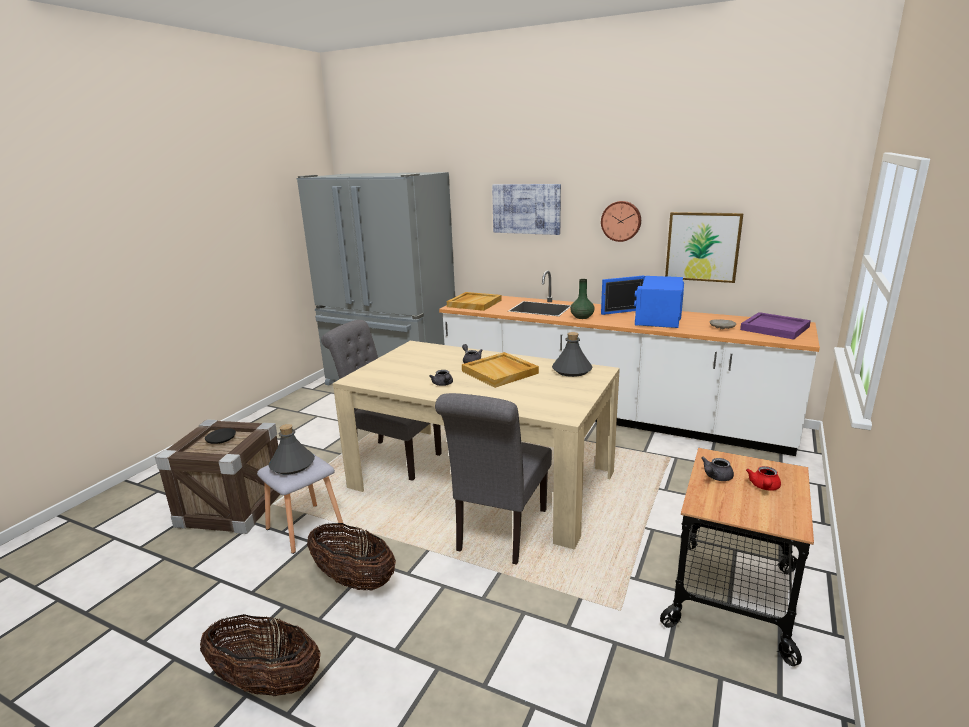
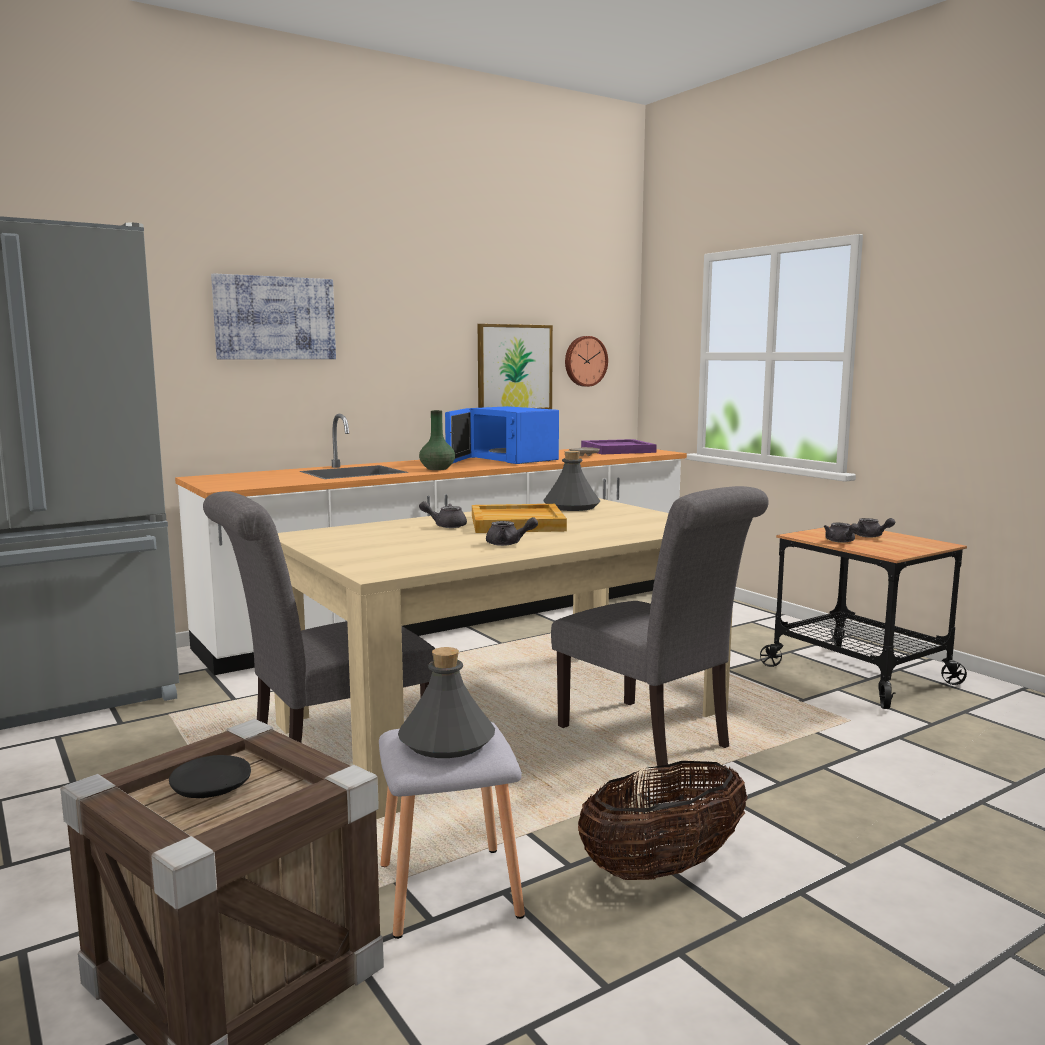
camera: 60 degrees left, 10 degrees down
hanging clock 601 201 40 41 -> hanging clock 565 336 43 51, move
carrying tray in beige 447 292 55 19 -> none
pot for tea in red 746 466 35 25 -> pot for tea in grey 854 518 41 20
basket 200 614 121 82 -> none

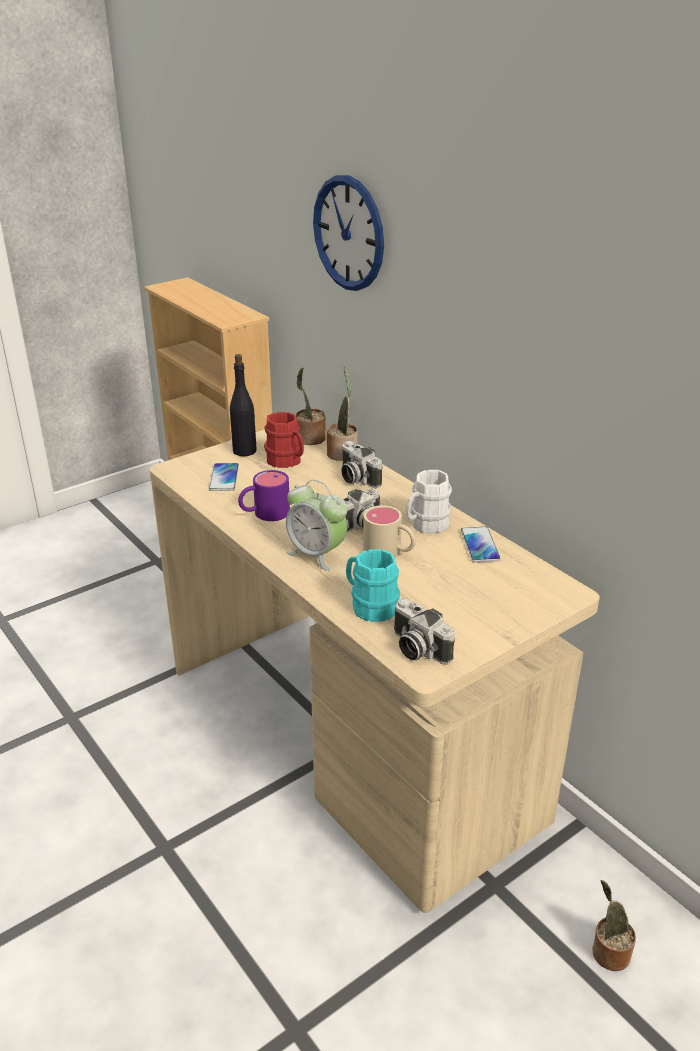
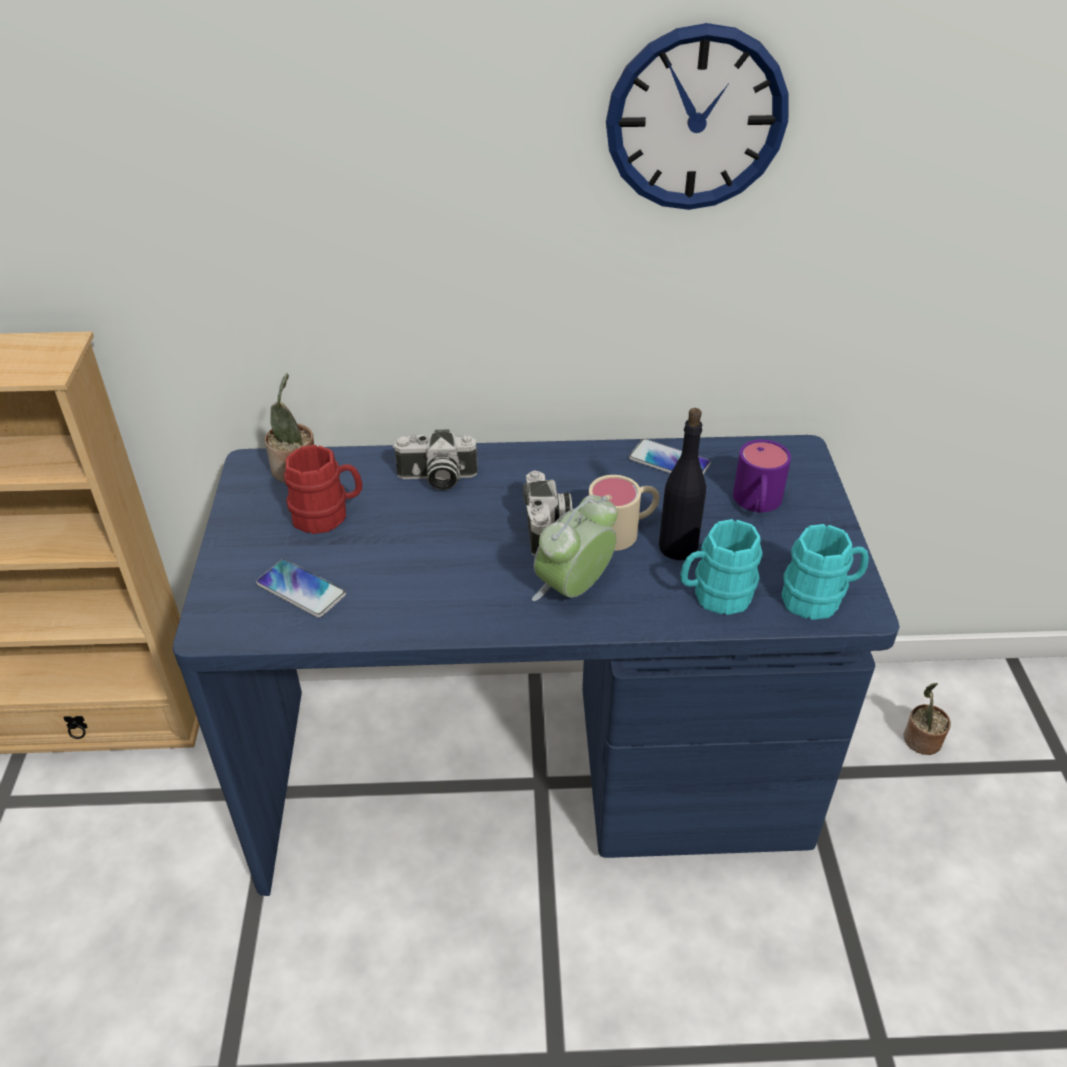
camera: 55 degrees left, 10 degrees up
hanging clock 313 175 71 116 -> hanging clock 606 23 183 187, move
drink bottle in blackish 230 354 27 102 -> drink bottle in blackish 659 408 47 152, move
potted plant 326 367 32 94 -> none
desk unit in beige 149 430 451 483 -> desk unit in blue-coloured 173 435 726 461
mug in purplish 238 470 52 51 -> mug in purplish 733 440 58 73, move
mug in white-coloured 406 470 46 63 -> none
bedside clock 286 480 61 91 -> bedside clock 532 495 85 106, 150 degrees clockwise
photo camera 394 598 61 67 -> mug in turquoise-coloured 782 524 87 96

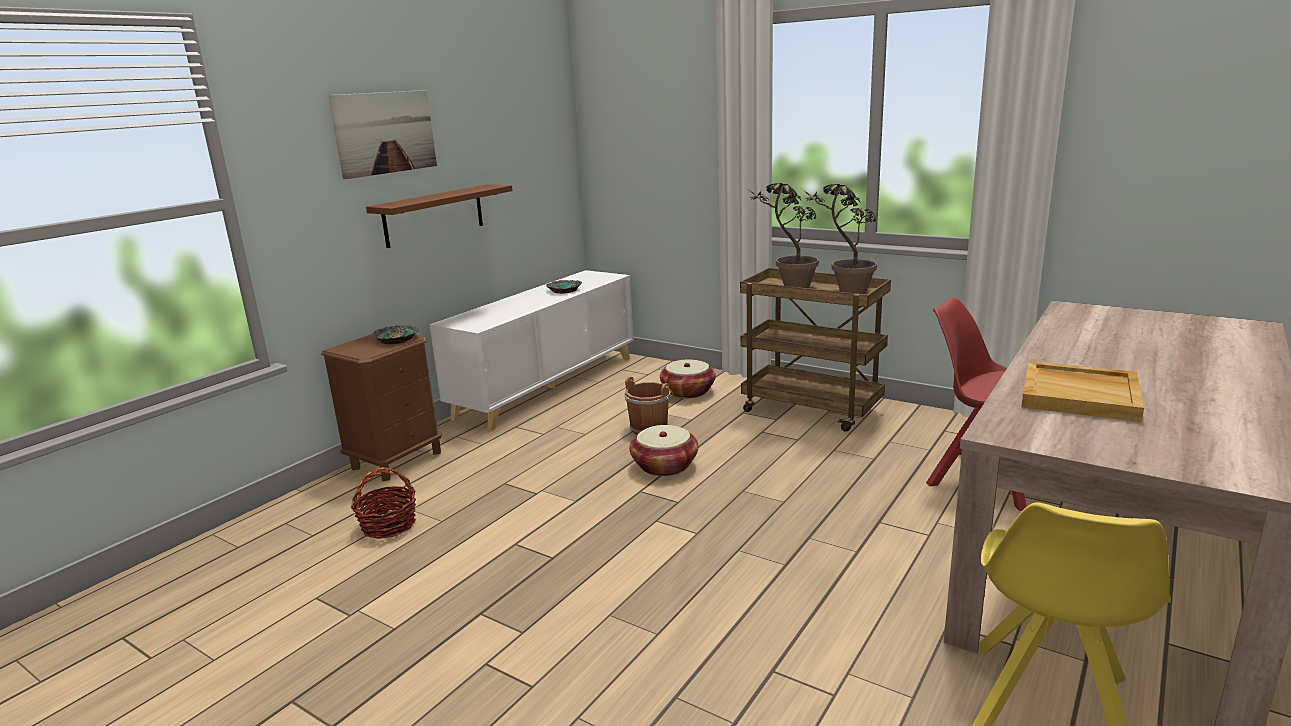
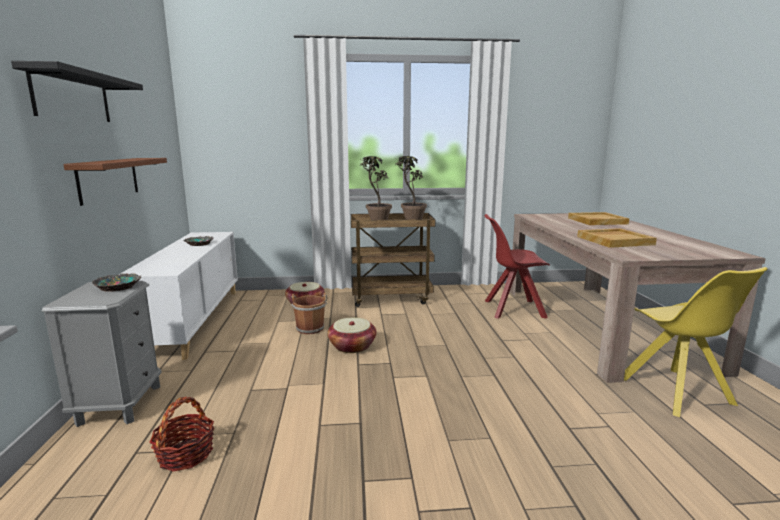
camera: 40 degrees left, 5 degrees down
picture 328 90 109 89 -> bracket shelf in blackish 11 61 132 61
night table in brown 321 334 121 147 -> night table in grey 42 281 120 146
none -> carrying tray in beige 568 212 61 13

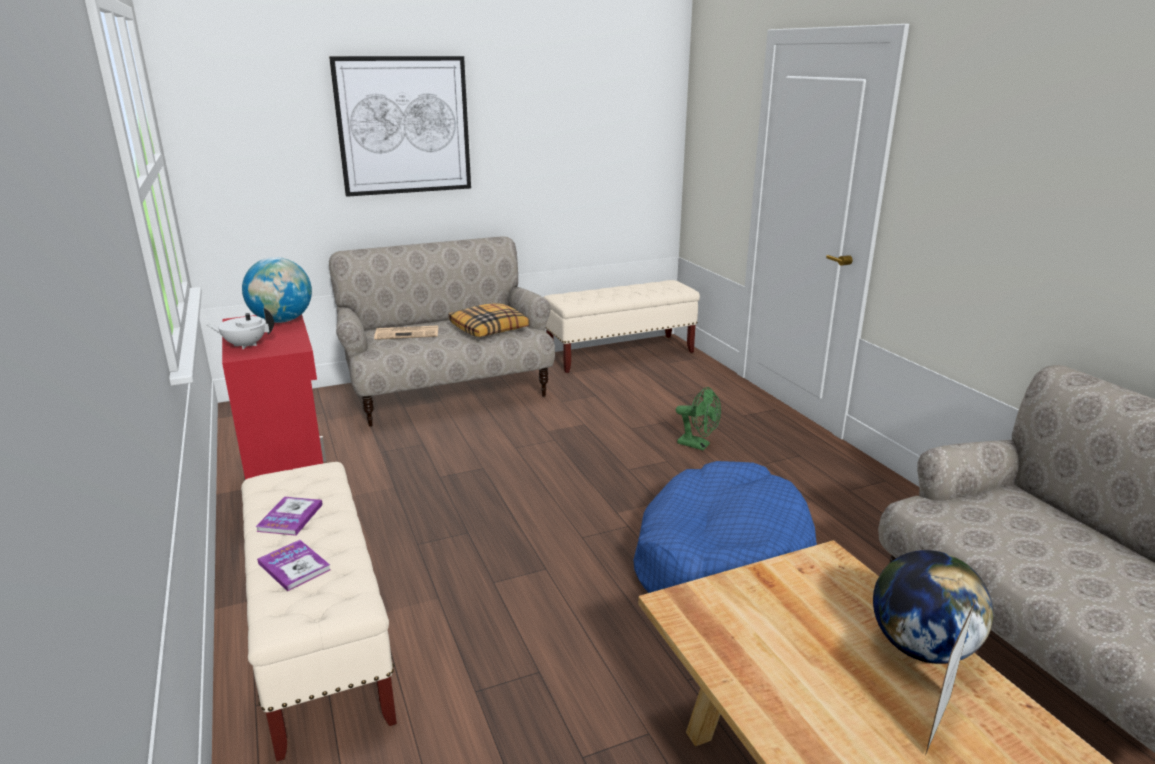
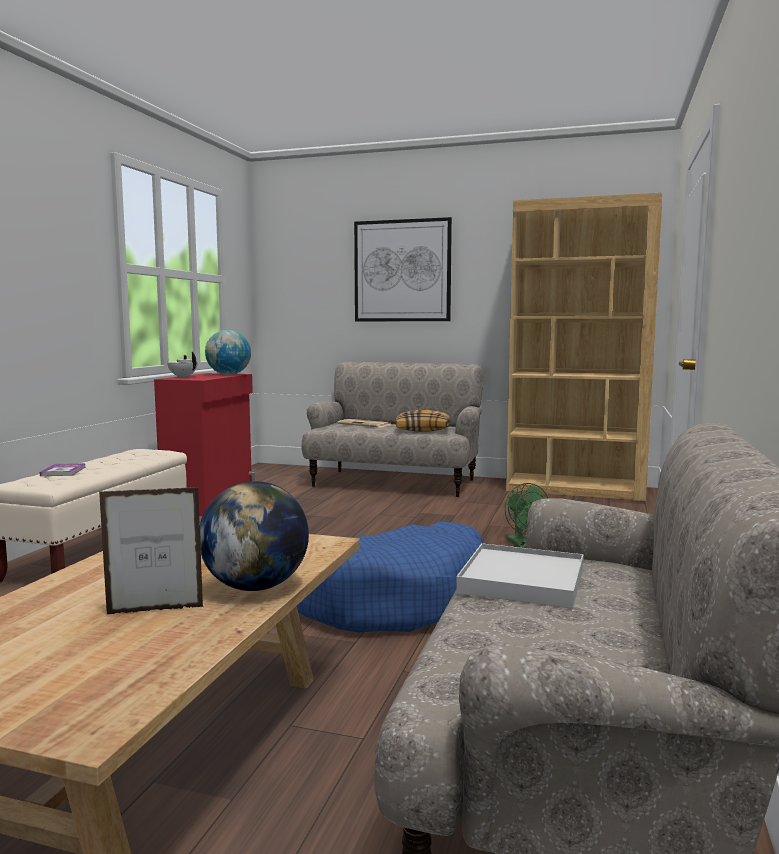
camera: 40 degrees right, 15 degrees down
indoor bench in beige 544 280 156 93 -> bookcase in brown 506 193 157 308
book 256 497 67 39 -> none
none -> carrying tray in white-coloured 456 543 128 66

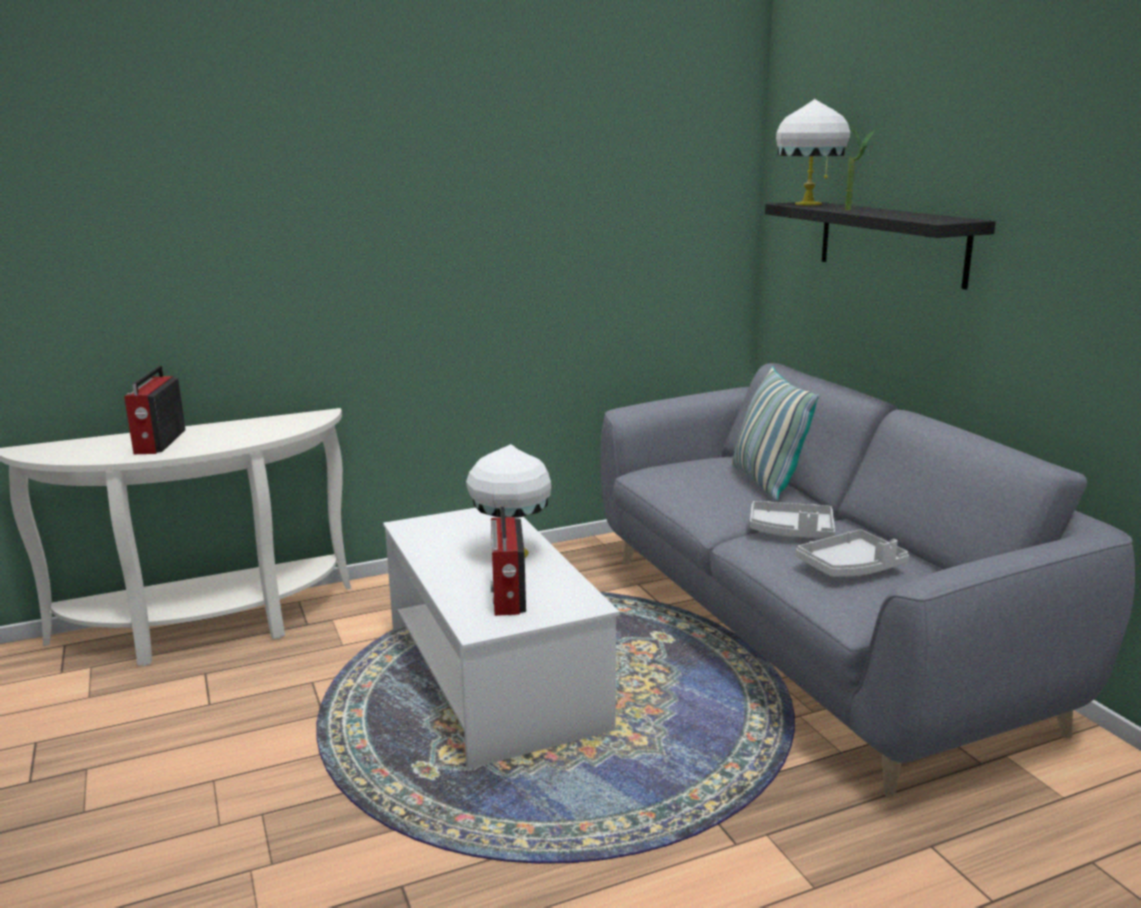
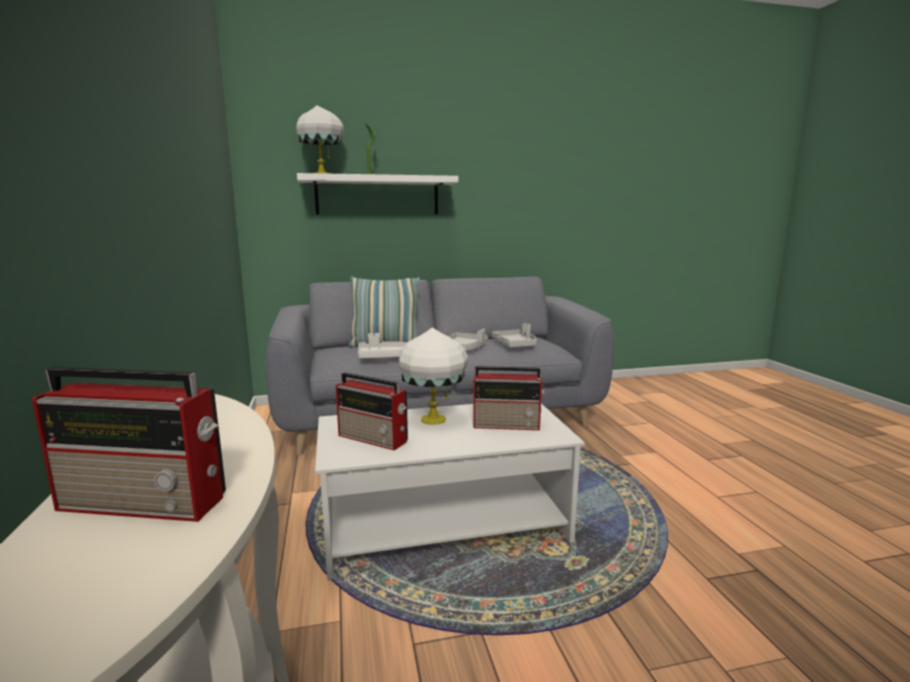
camera: 80 degrees left, 5 degrees down
bracket shelf in blackish 765 202 231 88 -> bracket shelf in white-coloured 297 173 161 42
none -> carrying tray in white-coloured 358 333 49 25
none -> radio receiver 336 372 72 79

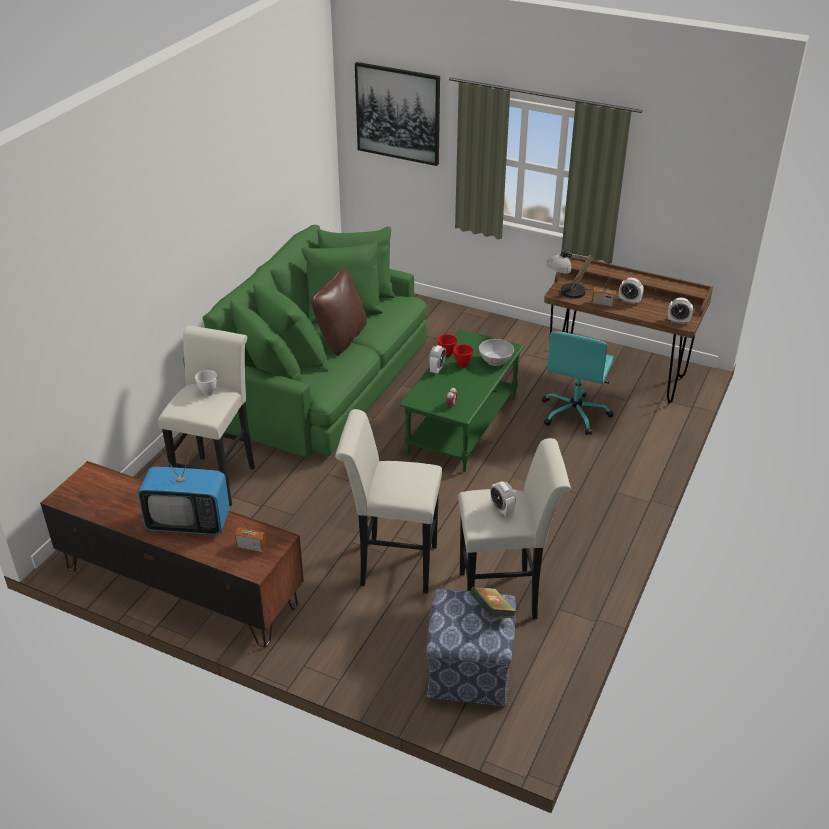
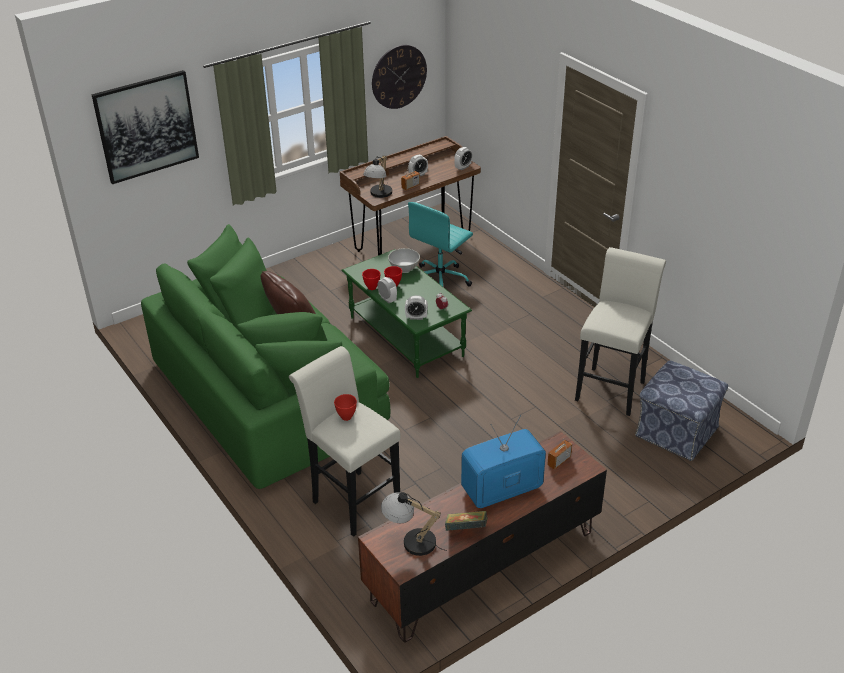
camera: 60 degrees left, 0 degrees up
desk chair in turquoise-coloured 542 331 72 104 -> desk chair in turquoise-coloured 408 202 65 84, 75 degrees clockwise
deep dish in white-coloured 195 370 22 26 -> deep dish in red 334 394 23 27
stool seat in white-coloured 335 409 107 185 -> none
TV 138 447 92 88 -> TV 461 415 85 93, 150 degrees counterclockwise
bedside clock 490 481 26 35 -> bedside clock 405 295 23 25, move
book 470 587 47 31 -> book 445 511 43 20, move
none -> hanging clock 372 45 55 64
none -> table lamp 381 492 66 64

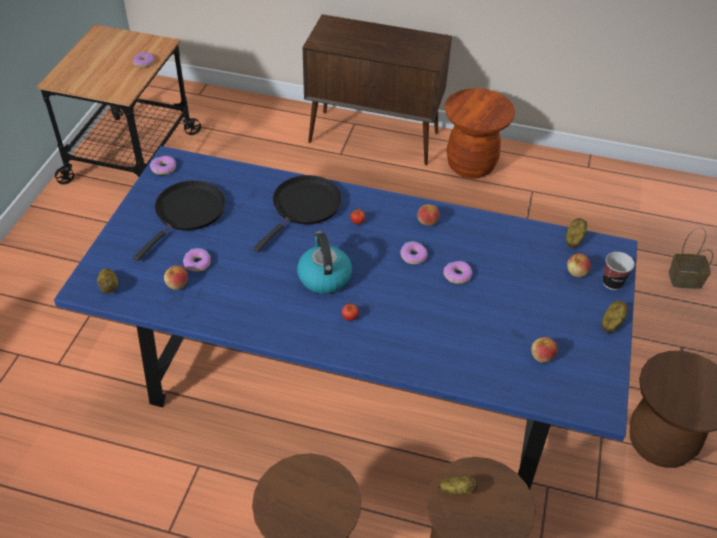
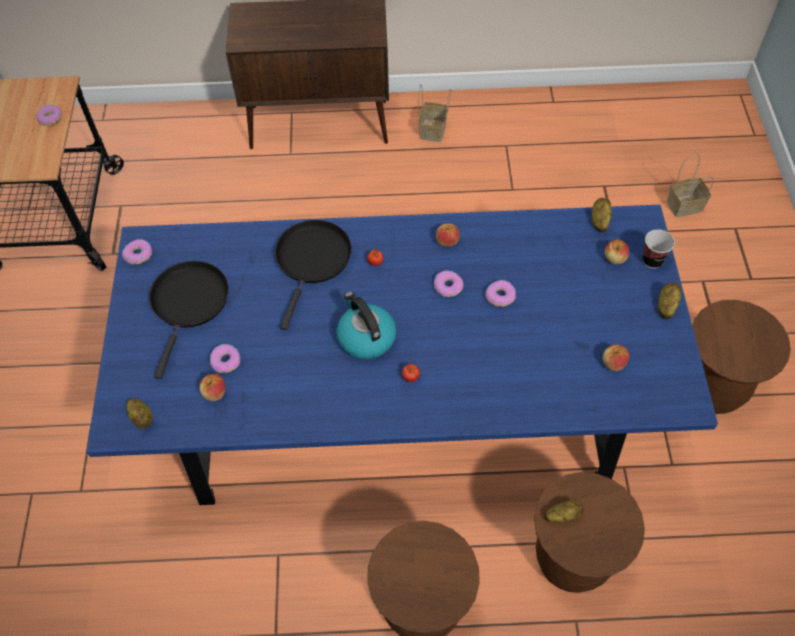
camera: 15 degrees left, 10 degrees up
stool seat in brown 445 88 70 91 -> basket 418 84 33 58

